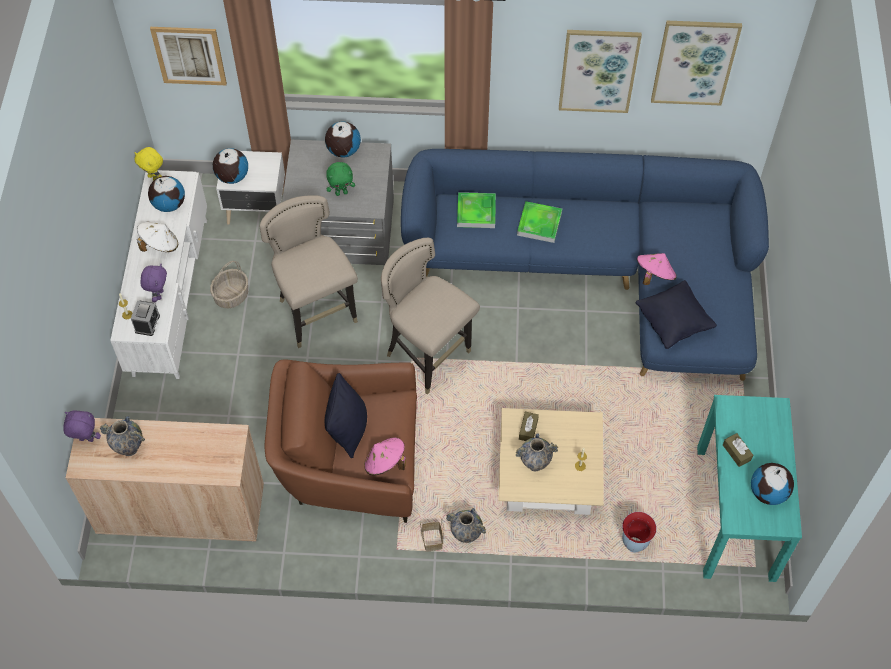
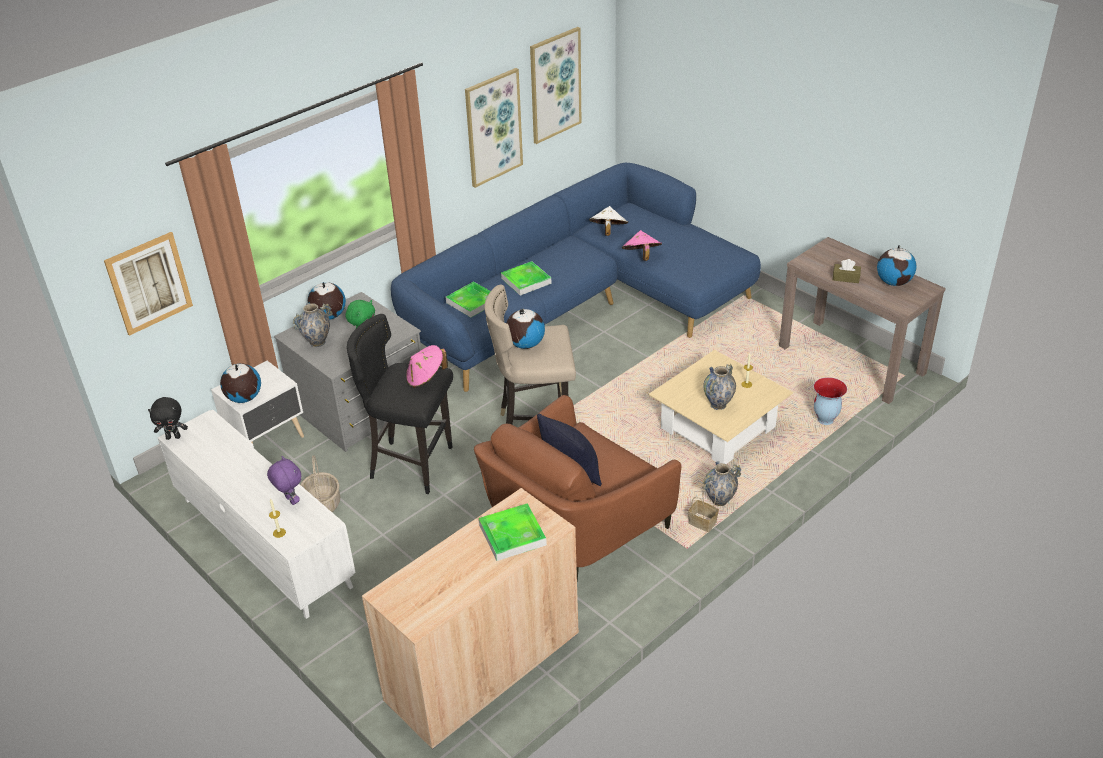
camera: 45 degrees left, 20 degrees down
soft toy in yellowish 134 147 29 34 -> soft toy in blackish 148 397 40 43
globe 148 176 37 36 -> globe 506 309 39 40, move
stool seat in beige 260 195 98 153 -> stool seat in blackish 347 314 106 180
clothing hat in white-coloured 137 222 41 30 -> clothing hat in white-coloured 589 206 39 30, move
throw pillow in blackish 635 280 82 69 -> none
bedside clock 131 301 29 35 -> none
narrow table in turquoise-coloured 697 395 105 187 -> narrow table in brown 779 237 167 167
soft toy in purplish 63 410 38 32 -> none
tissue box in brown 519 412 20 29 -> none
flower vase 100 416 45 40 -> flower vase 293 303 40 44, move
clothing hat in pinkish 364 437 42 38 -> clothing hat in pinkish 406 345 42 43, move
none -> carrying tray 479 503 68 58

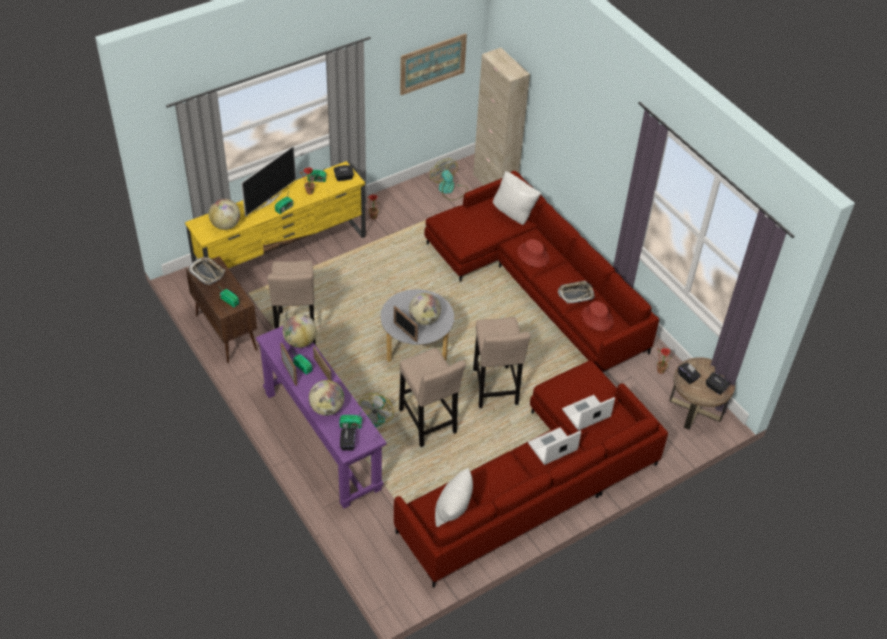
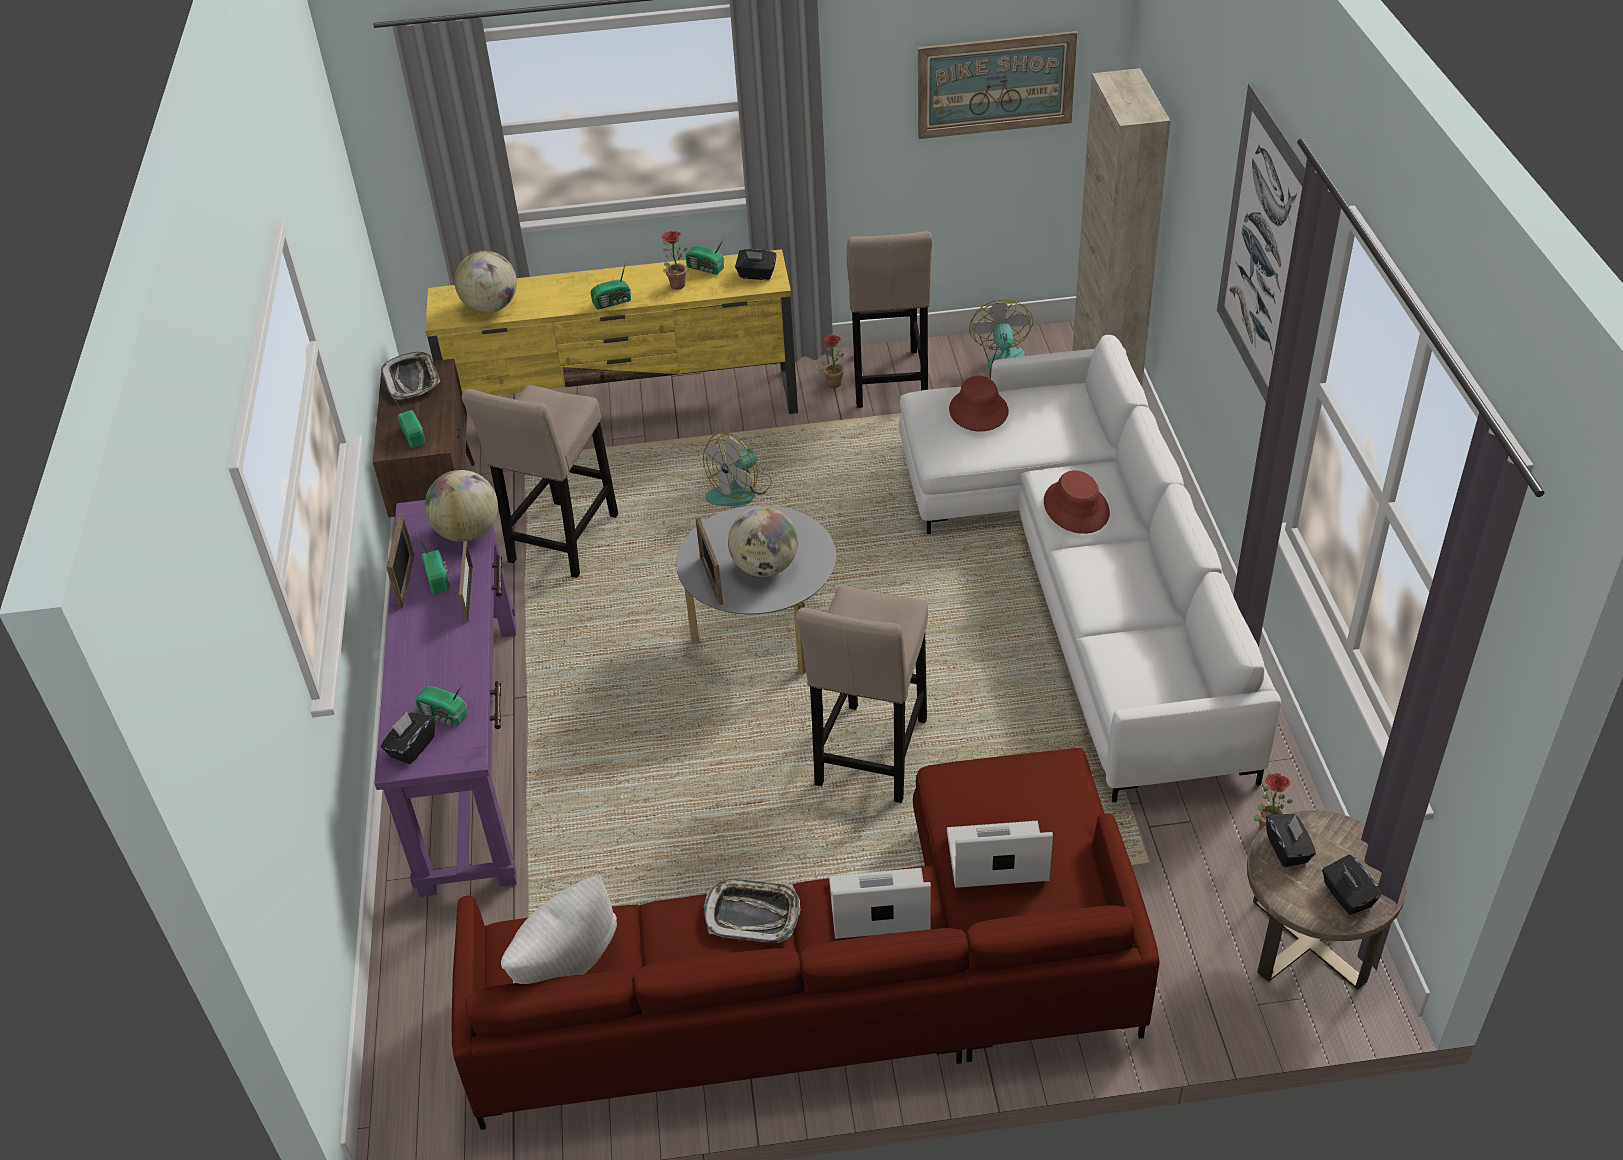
camera: 30 degrees right, 5 degrees down
TV 241 146 55 71 -> none
settee in red 424 171 235 201 -> settee in white-coloured 899 335 382 468
throw pillow in white-coloured 493 171 48 54 -> none
carrying tray 558 280 37 24 -> carrying tray 704 879 96 64, move
clothing hat in red 582 301 32 30 -> clothing hat in red 949 376 60 55, move
stool seat in beige 399 348 67 99 -> stool seat in beige 847 231 85 177, move
globe 309 380 35 36 -> none
electric fan 359 393 35 34 -> electric fan 703 432 69 74, move
none -> picture 1217 83 89 319

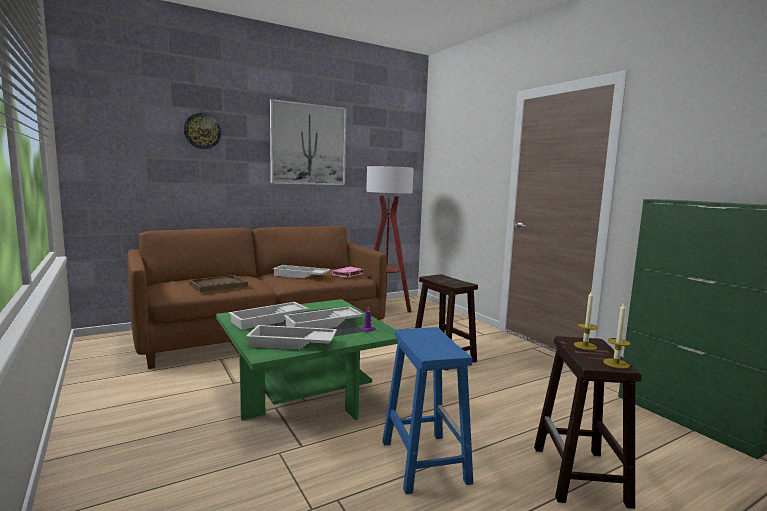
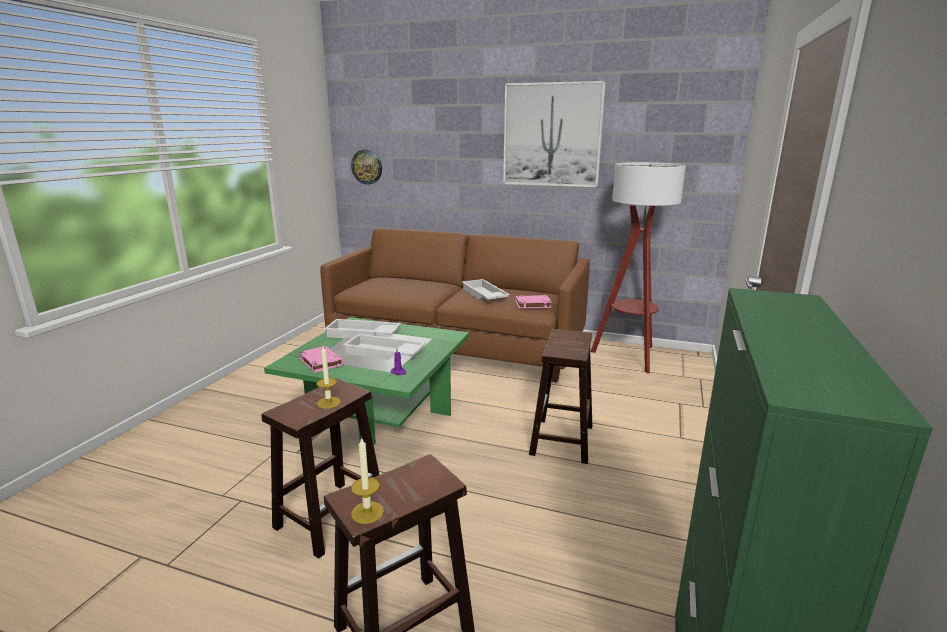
camera: 50 degrees right, 10 degrees up
hanging clock 184 113 37 36 -> hanging clock 351 150 31 35, move
carrying tray in brown 189 275 59 17 -> none
wax light 574 290 24 60 -> wax light 317 346 24 63, move
carrying tray in white-coloured 246 325 91 25 -> book in pinkish 299 346 44 27
stool seat in blue-coloured 382 327 91 167 -> stool seat in brown 261 379 119 180

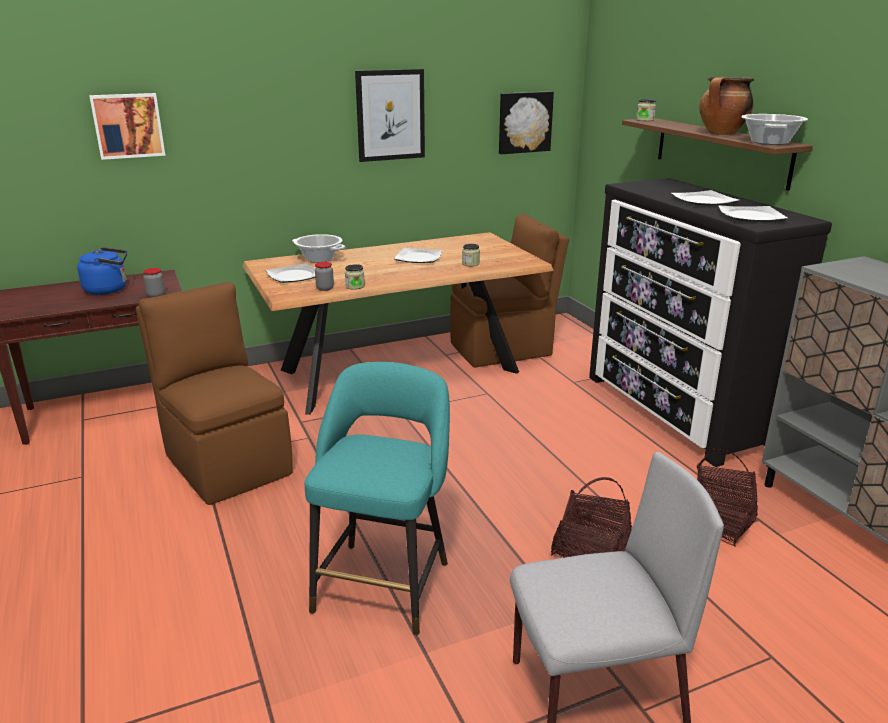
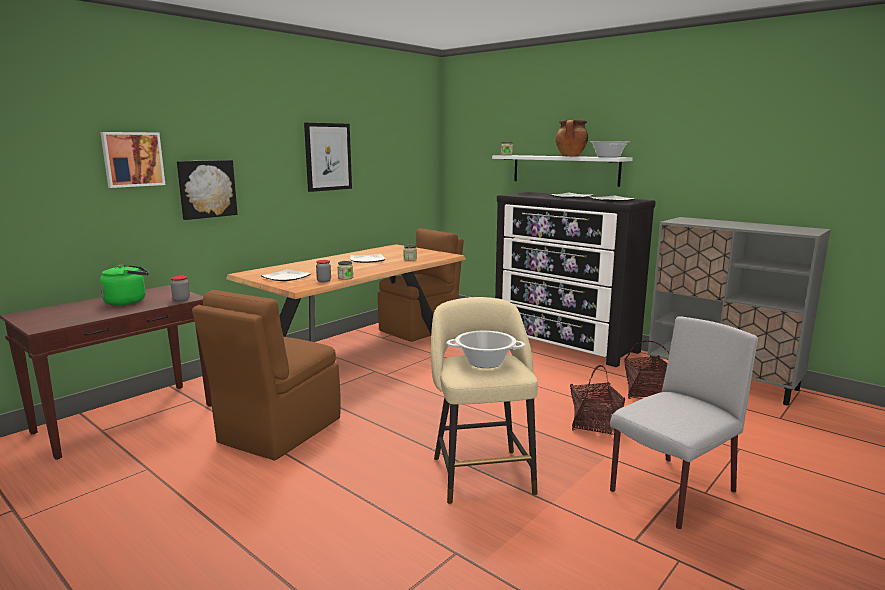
camera: 25 degrees left, 10 degrees down
picture 499 91 55 63 -> picture 177 160 61 60, move
bracket shelf in brown 622 118 191 73 -> bracket shelf in white-coloured 492 155 141 32
cooking pot 292 234 53 29 -> cooking pot 446 331 79 37, move
tea kettle in blue-coloured 77 247 50 48 -> tea kettle in green-coloured 99 264 50 41
chair in brown 136 282 157 223 -> chair in brown 192 290 149 170, 90 degrees counterclockwise
stool seat in turquoise-coloured 305 362 145 273 -> stool seat in beige 431 297 107 207

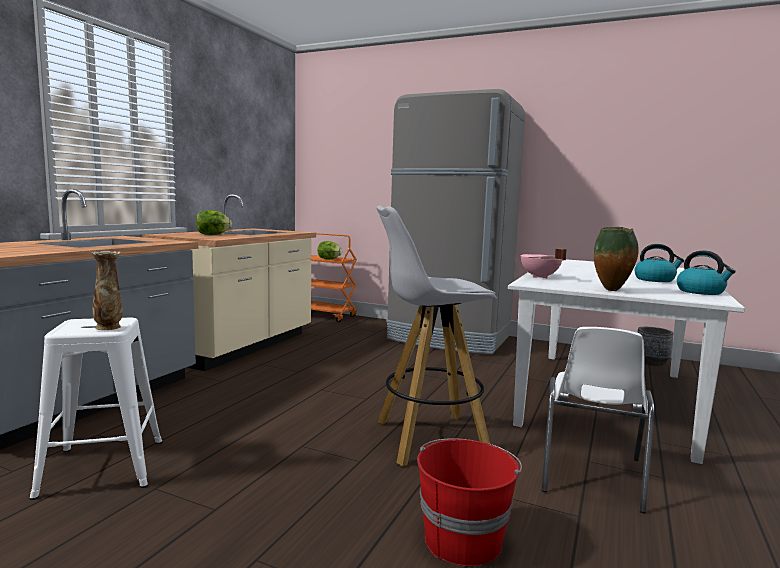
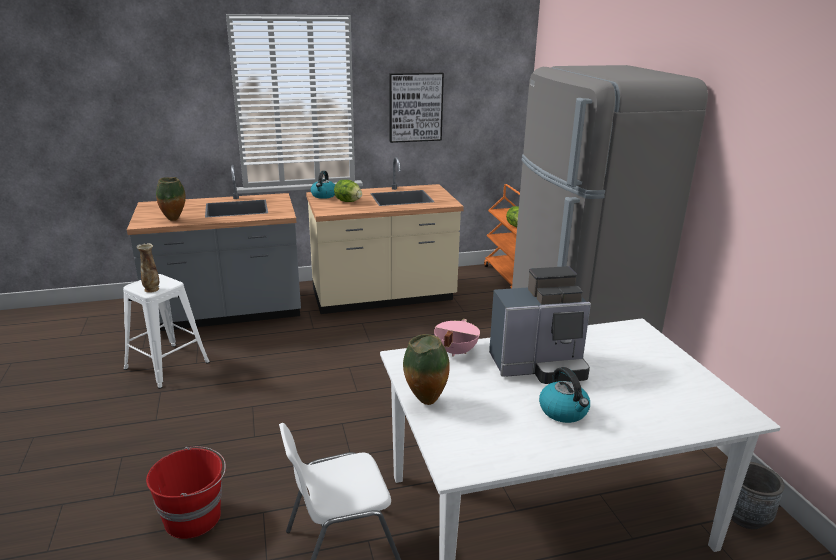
camera: 50 degrees right, 15 degrees up
stool seat in white-coloured 376 206 121 260 -> none
tea kettle 677 251 59 44 -> tea kettle 311 171 24 28, move
none -> picture 389 73 55 70
none -> flower vase 156 177 30 44
none -> coffee maker 489 266 102 118

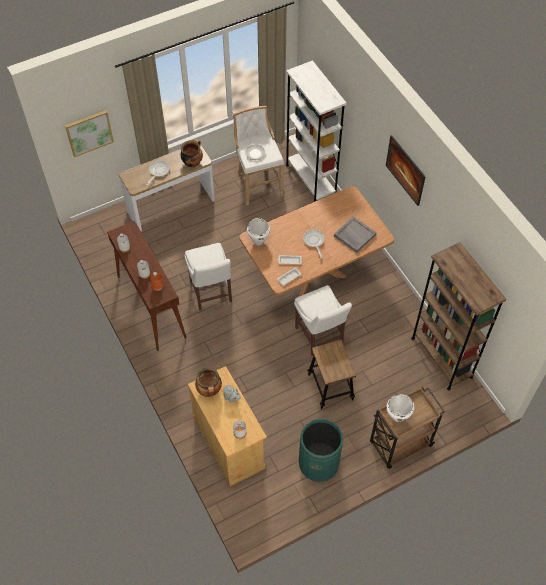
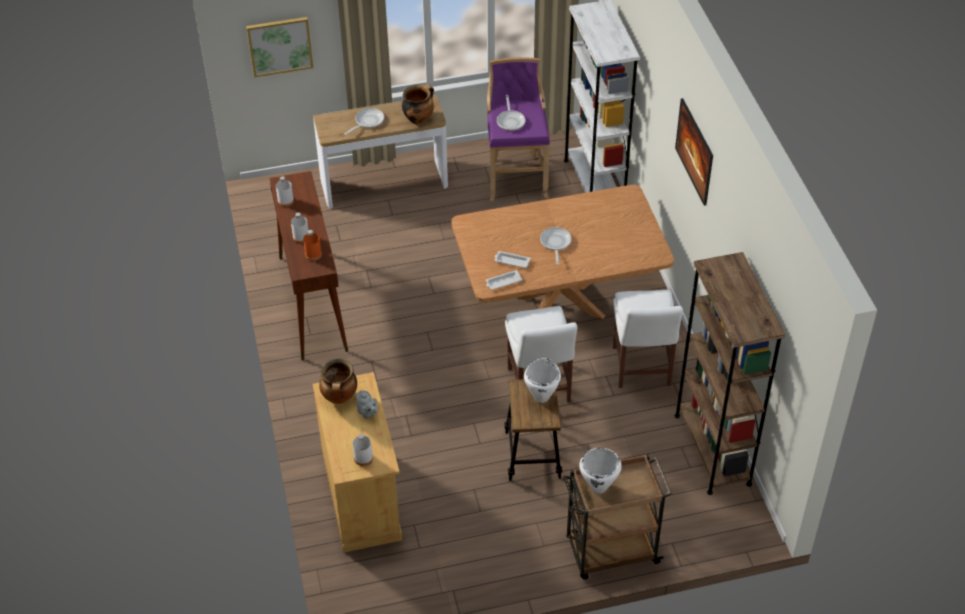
camera: 15 degrees right, 10 degrees down
stool seat in white-coloured 233 106 51 99 -> stool seat in purplish 487 57 63 144
carrying tray in grey 334 216 42 37 -> none
cooking pot in white-coloured 247 218 23 27 -> cooking pot in white-coloured 524 358 37 45, move
chair in white-coloured 185 243 47 67 -> chair in white-coloured 613 290 70 98, move
waste bin in green-coloured 299 419 44 63 -> none

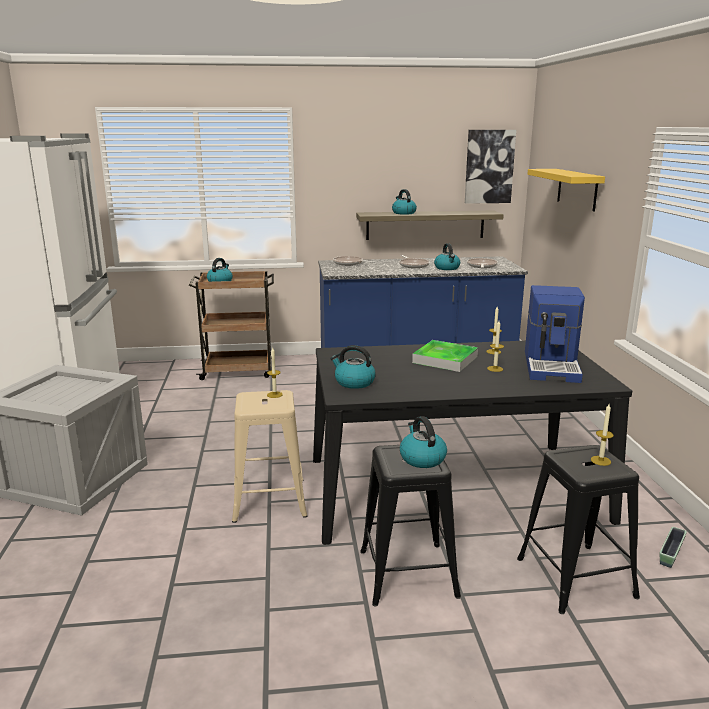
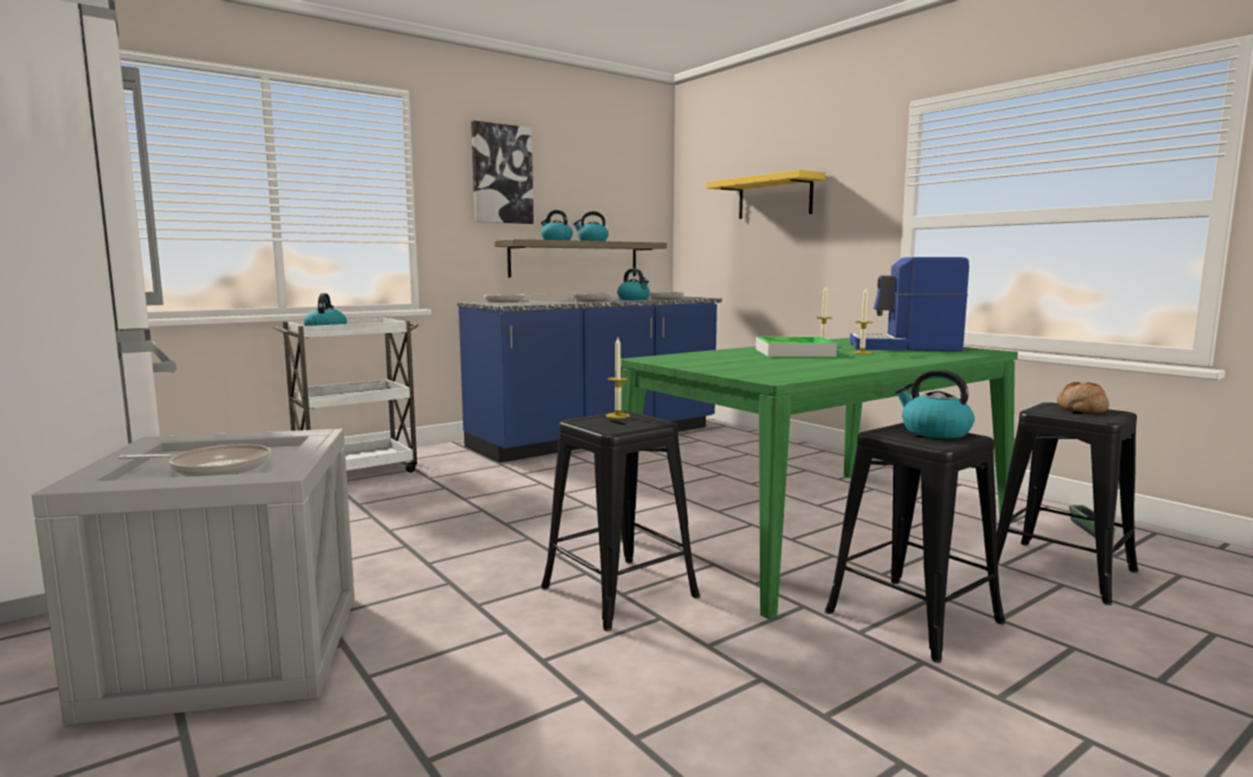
camera: 30 degrees left, 10 degrees down
picture 465 130 51 74 -> picture 471 121 63 103, move
cart in brown 189 271 85 109 -> cart in white-coloured 273 317 146 156
coffee maker 525 285 60 98 -> coffee maker 850 257 119 95, 120 degrees clockwise
kitchen table in blackish 313 341 319 204 -> kitchen table in green-coloured 620 338 398 281
tea kettle 330 345 46 44 -> tea kettle 573 211 35 30, move
stool seat in beige 232 390 75 133 -> stool seat in blackish 541 411 159 220
wax light 591 404 23 62 -> bakery bread 1057 382 52 31
none -> skillet 119 444 152 33

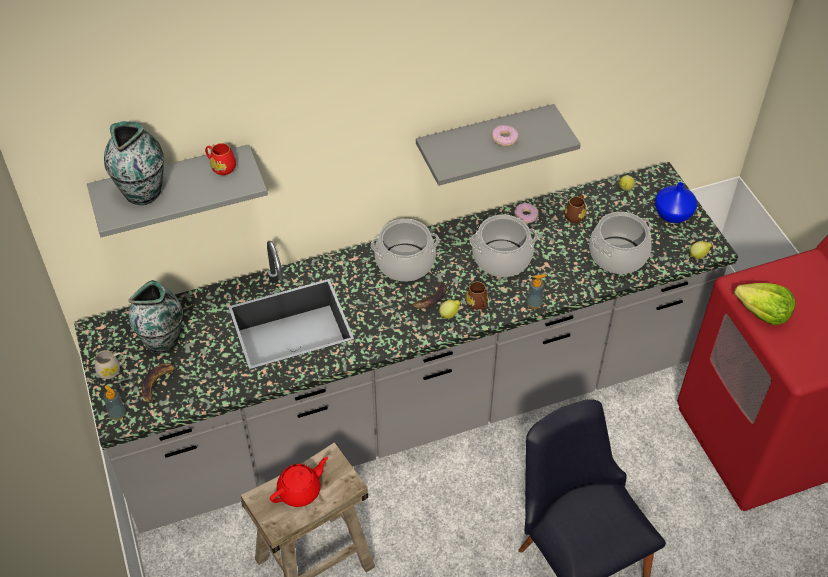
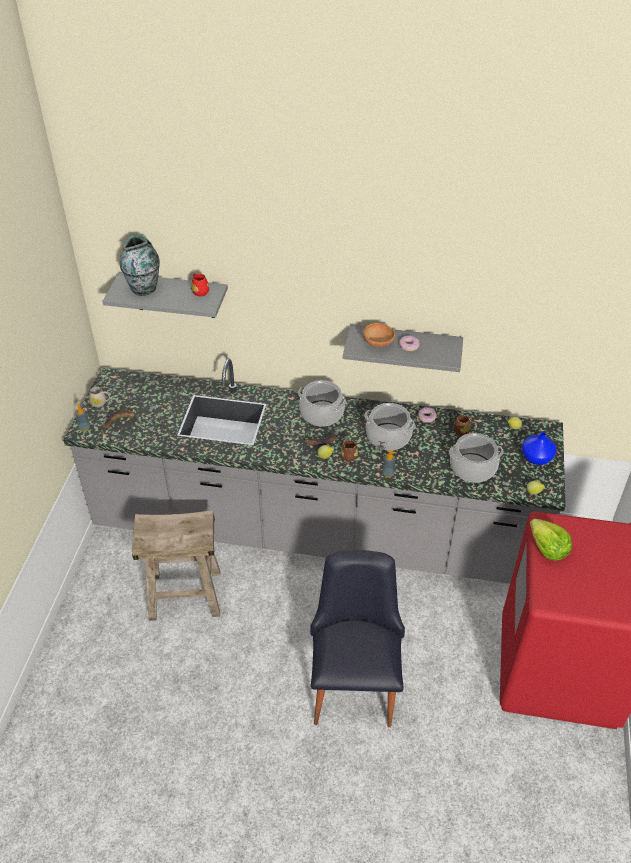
camera: 30 degrees right, 5 degrees down
flower vase 128 280 55 73 -> none
pot for tea in red 270 457 58 50 -> none
none -> deep dish in brown 363 323 32 24

